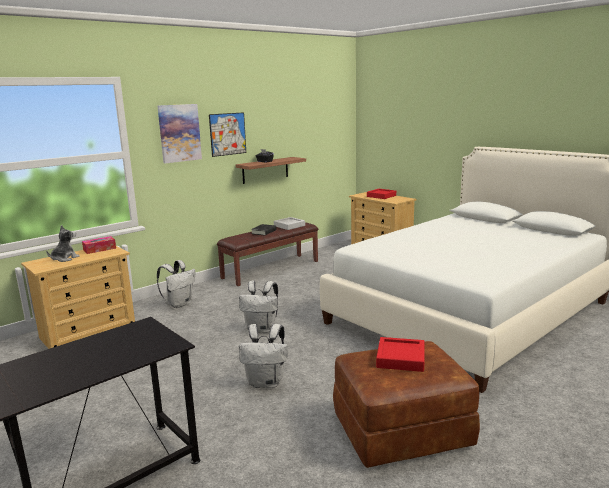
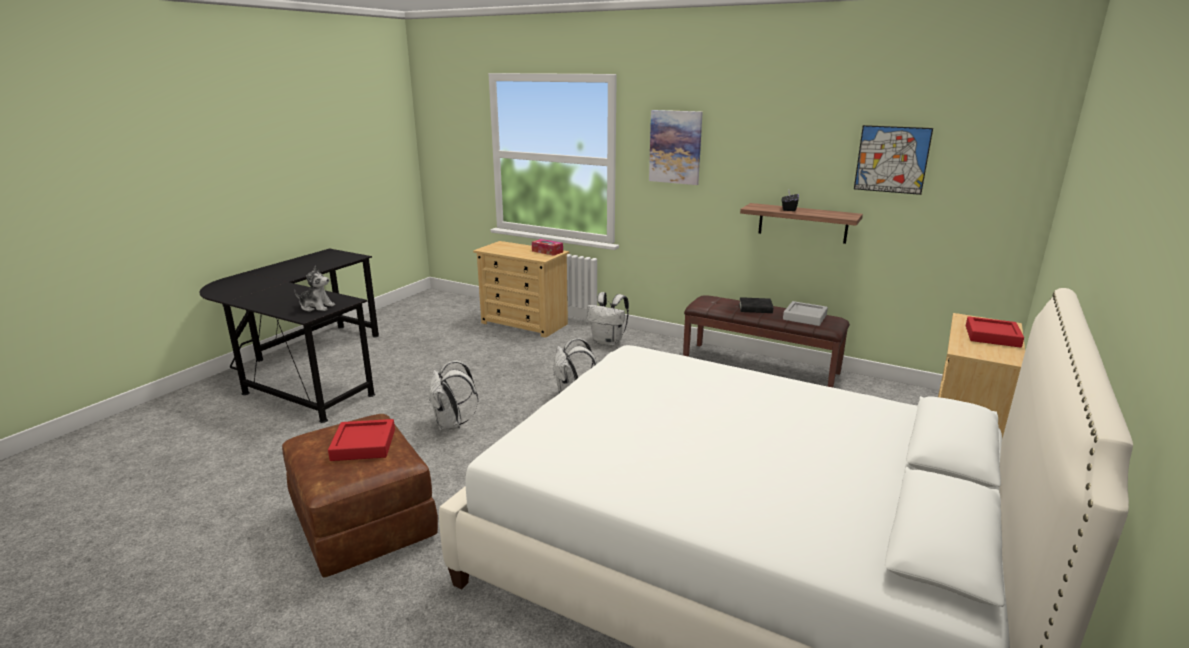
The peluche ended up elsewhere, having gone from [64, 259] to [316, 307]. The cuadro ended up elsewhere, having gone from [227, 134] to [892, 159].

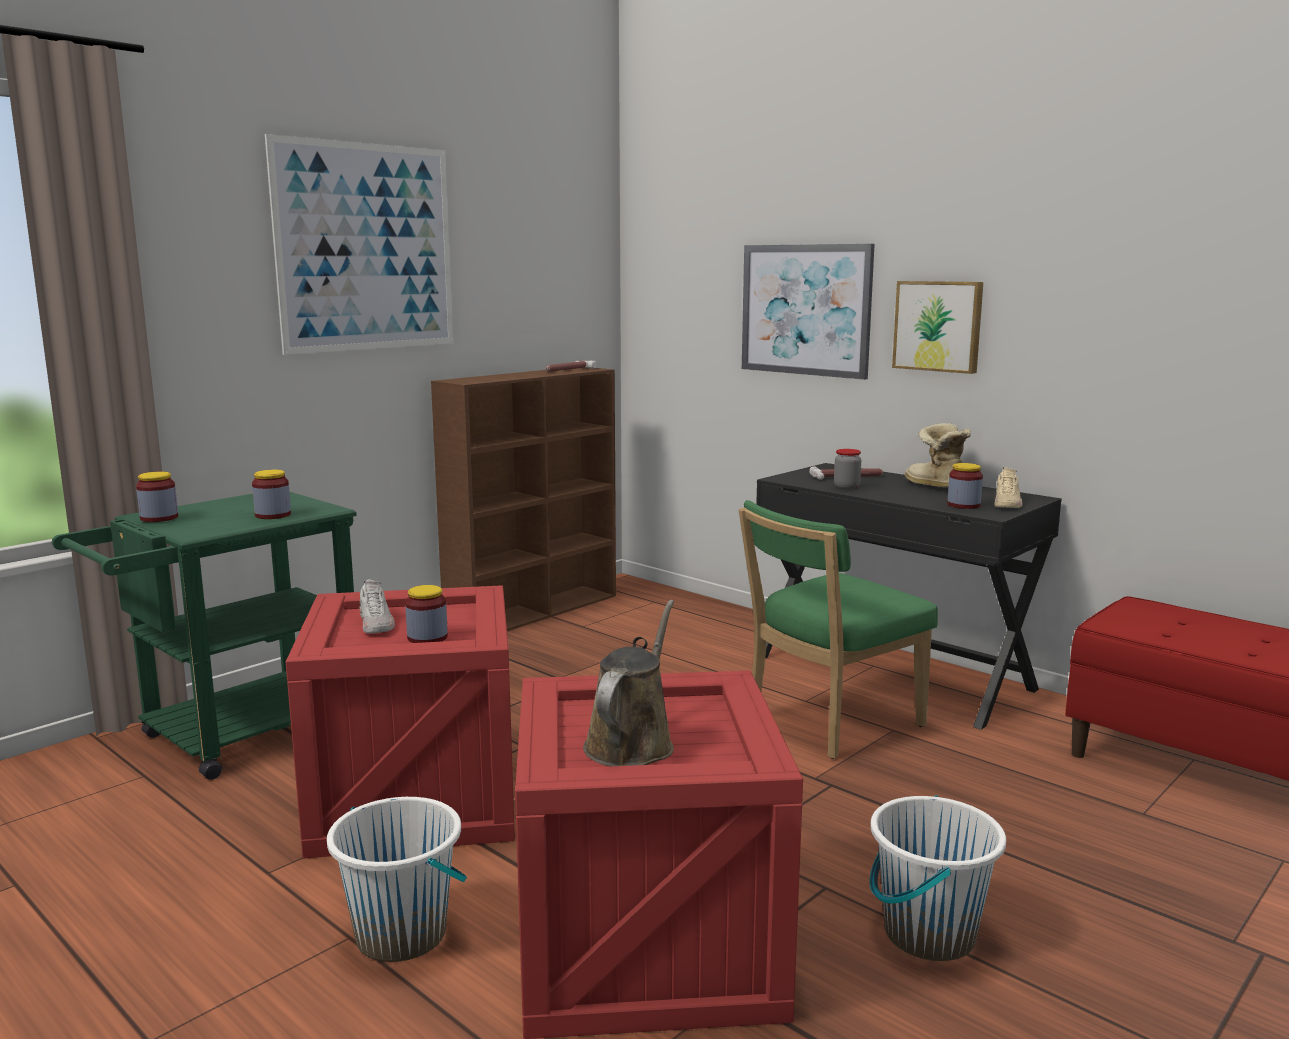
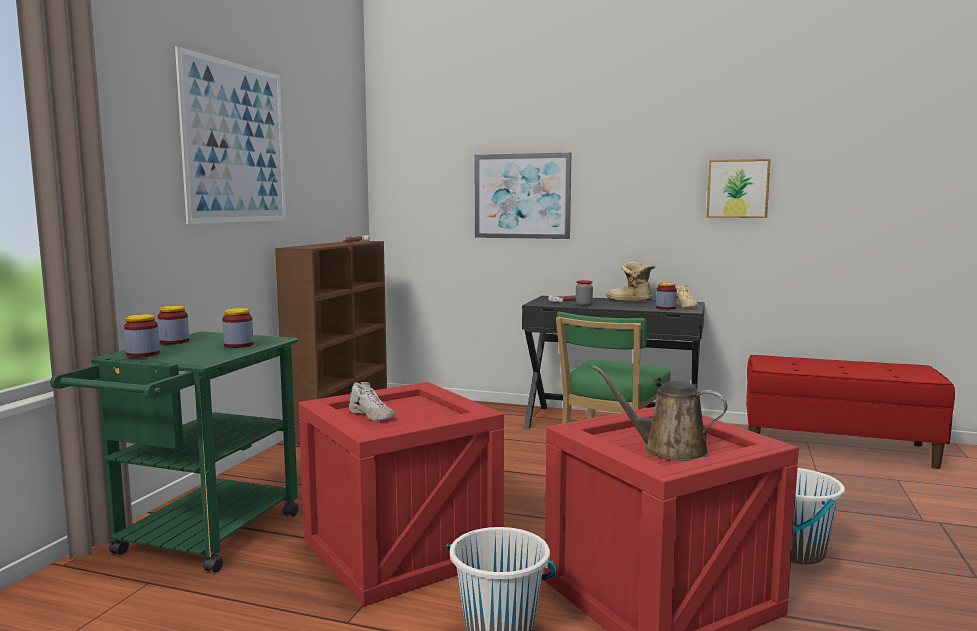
The tarro ended up elsewhere, having gone from [427, 638] to [174, 341]. The cuadro ended up elsewhere, having gone from [938, 326] to [737, 188]. The regadera/marrón at [632, 743] ended up facing another way, 60 degrees counterclockwise from before.

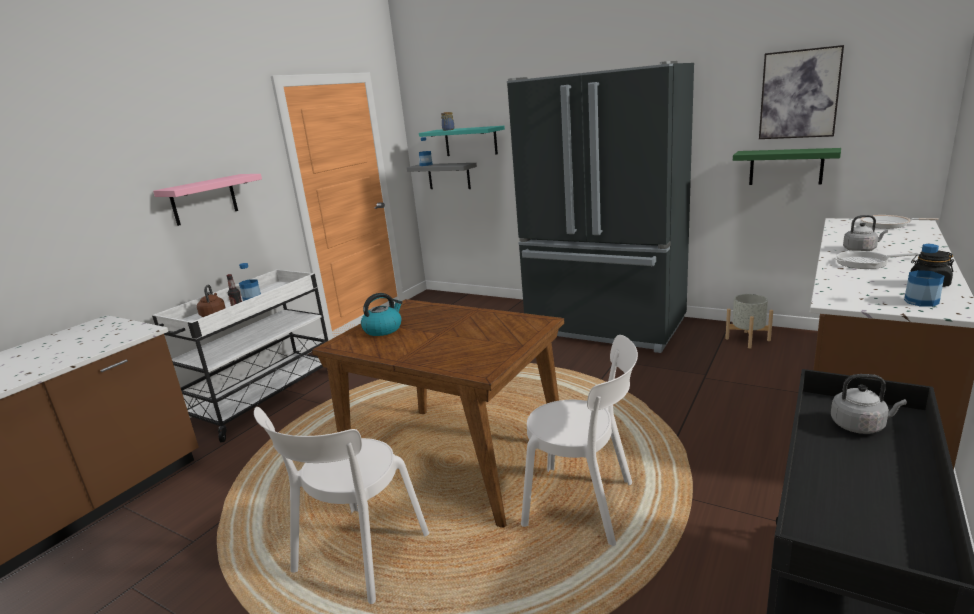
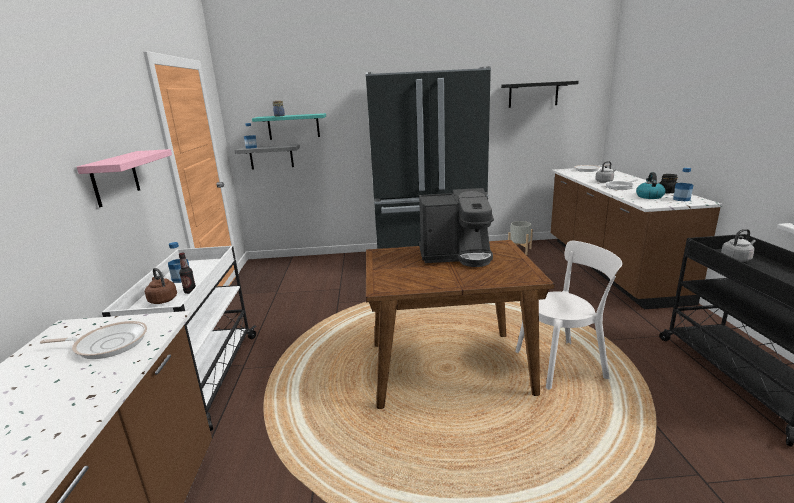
The second view lost the silla/blanco at [357, 557]. The second view lost the estante/verde at [786, 167]. The second view gained the sartén at [108, 344]. The second view gained the cafetera at [456, 255]. The hervidor ended up elsewhere, having gone from [383, 329] to [649, 196]. Where the cuadro hung at [799, 94], the estante/negro came to hang at [533, 94].

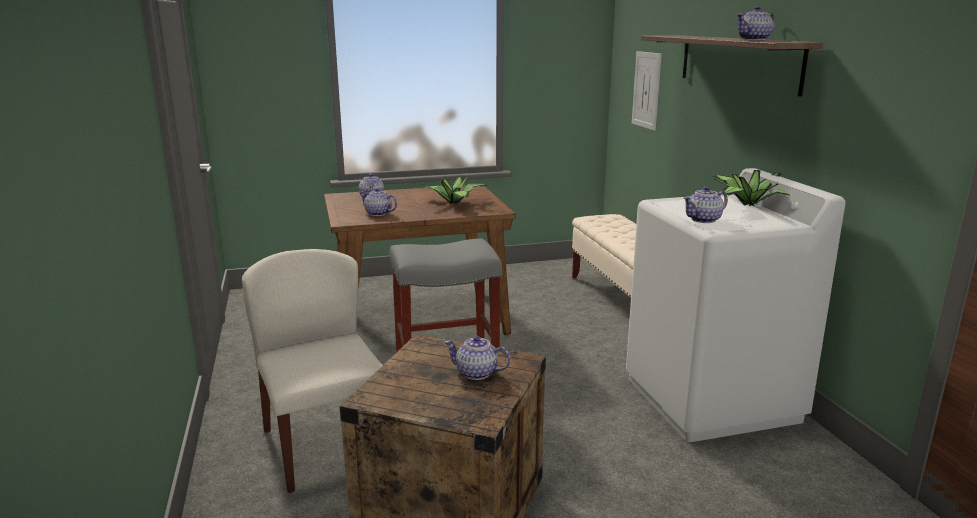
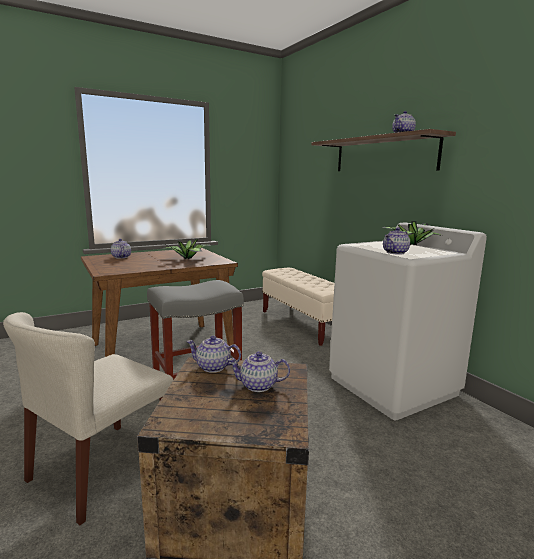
The second view lost the cuadro at [646, 90]. The tetera ended up elsewhere, having gone from [378, 213] to [213, 367]. The silla/beis at [324, 445] ended up facing another way, 105 degrees counterclockwise from before.

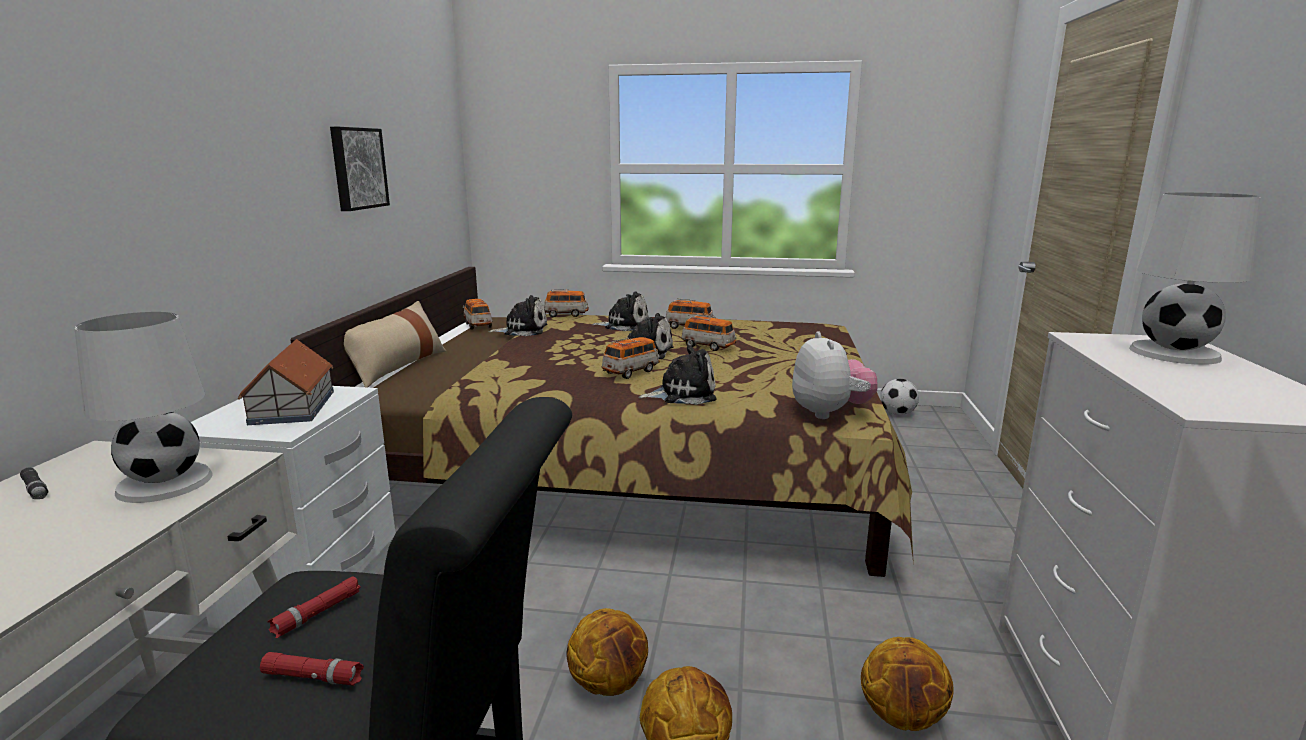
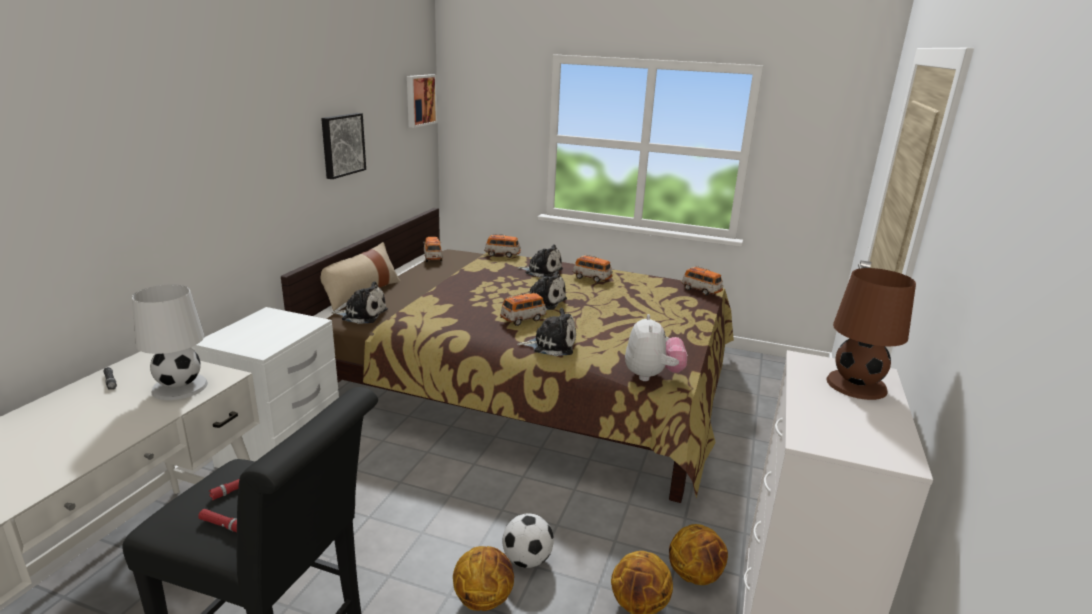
The second view lost the casita at [294, 406]. The second view gained the cuadro at [420, 100]. The peluche ended up elsewhere, having gone from [523, 330] to [362, 314]. The balón de baloncesto ended up elsewhere, having gone from [609, 684] to [695, 575]. The coche de juguete ended up elsewhere, having gone from [708, 346] to [701, 291]. The balón de fútbol ended up elsewhere, having gone from [897, 414] to [527, 560]. What was the lámpara de mesa/blanco at [1173, 353] turned into the lámpara de mesa/marrón at [855, 385].

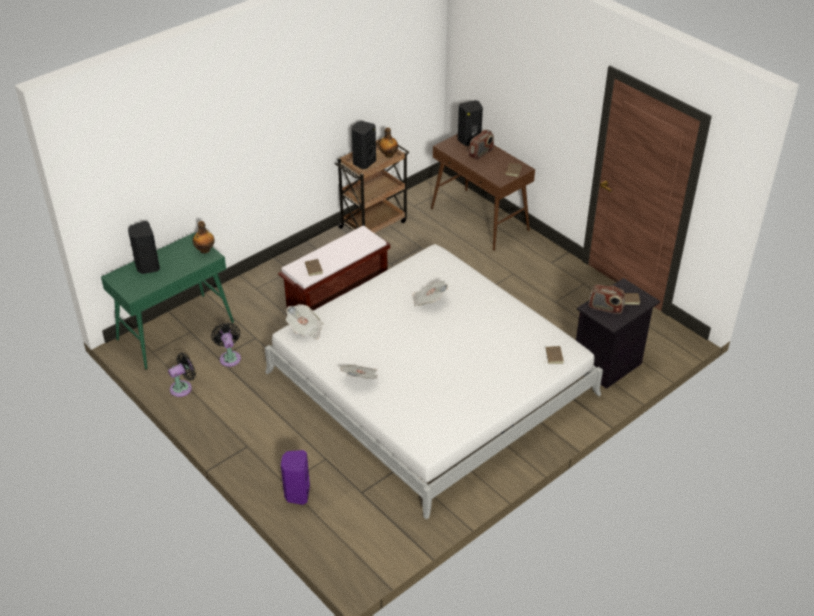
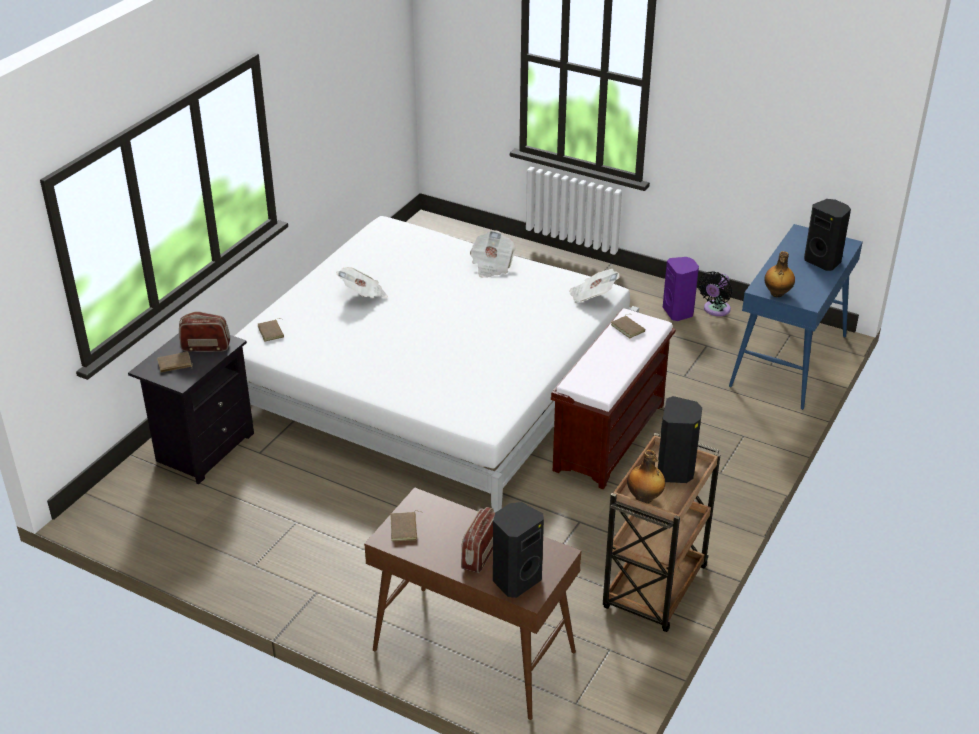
The second view lost the ventilador/negro at [229, 357]. The altavoz/morado ended up elsewhere, having gone from [297, 494] to [679, 312]. The periódico ended up elsewhere, having gone from [428, 300] to [363, 294]. What was the mesa consola/verde at [176, 330] turned into the mesa consola/azul at [789, 362].

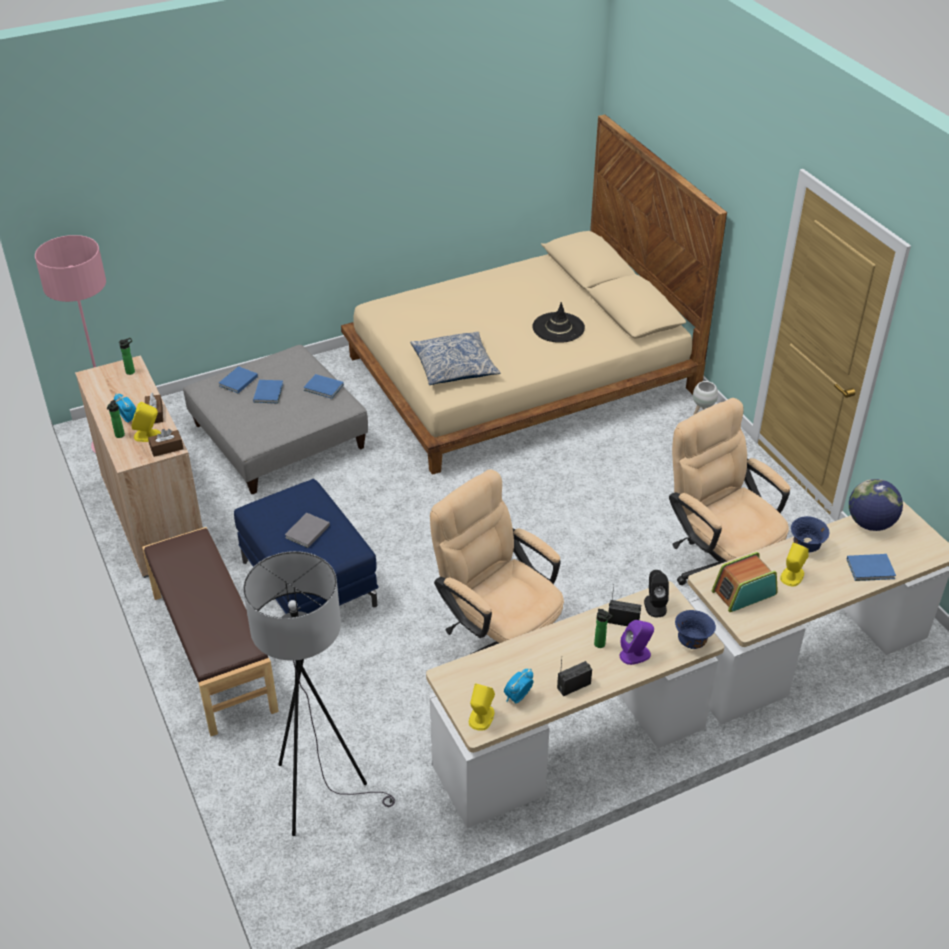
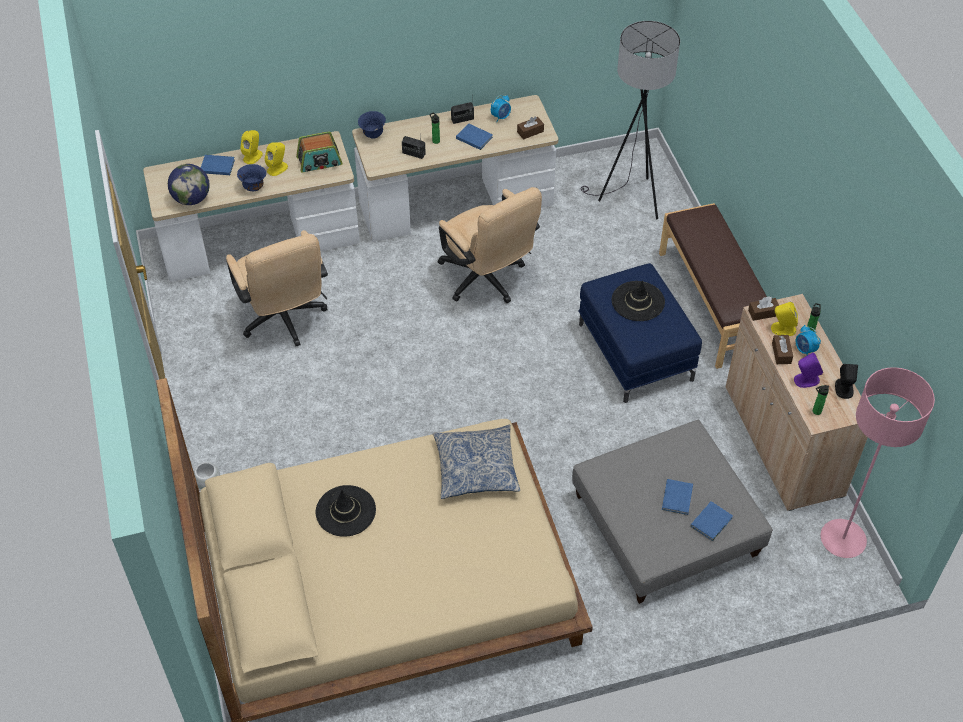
The second view gained the caja de pañuelos/marrón at [530, 132]. The libro/azul ended up elsewhere, having gone from [324, 388] to [474, 137]. The altavoz/amarillo ended up elsewhere, having gone from [481, 717] to [253, 156]. The altavoz/morado ended up elsewhere, having gone from [635, 654] to [806, 380]. The altavoz/negro ended up elsewhere, having gone from [655, 605] to [844, 388]. Where the libro/gris stood at [306, 532], the sombrero/negro came to stand at [638, 301].

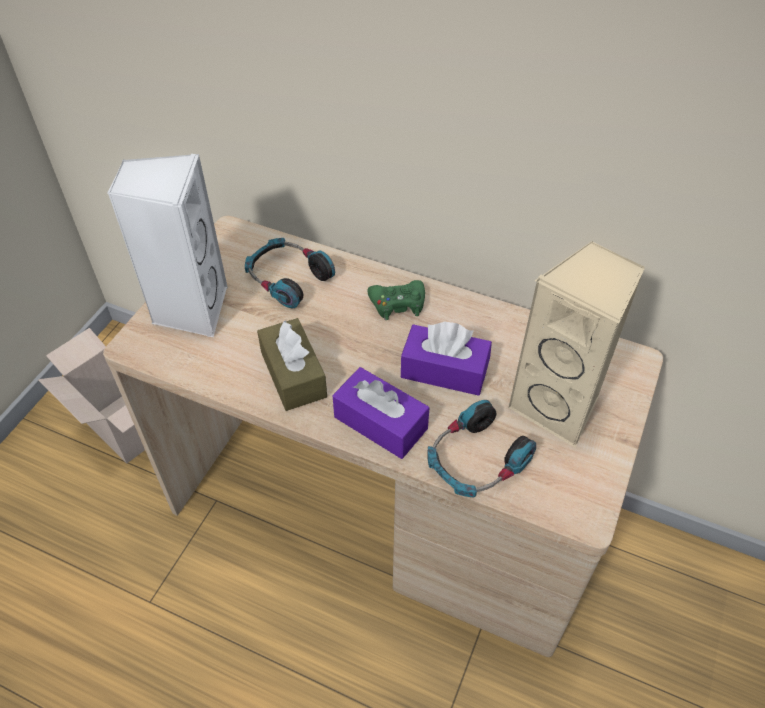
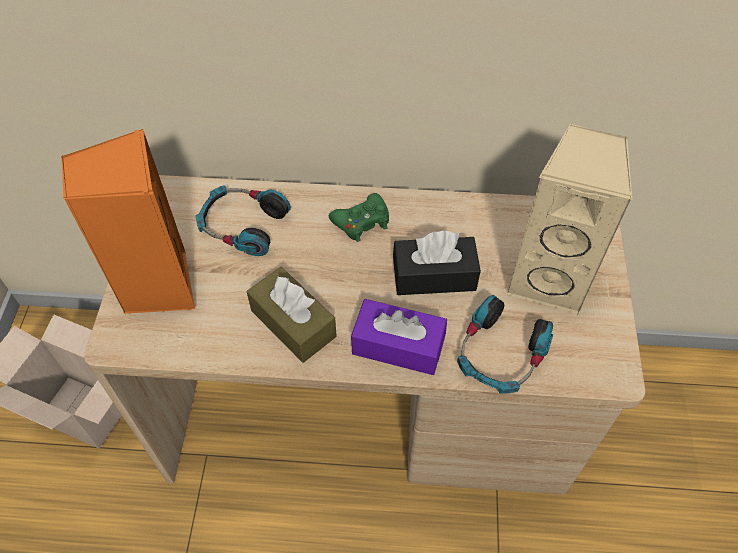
What was the altavoz/blanco at [190, 309] turned into the altavoz/naranja at [157, 286]. What was the caja de pañuelos/morado at [444, 370] turned into the caja de pañuelos/negro at [434, 276].

